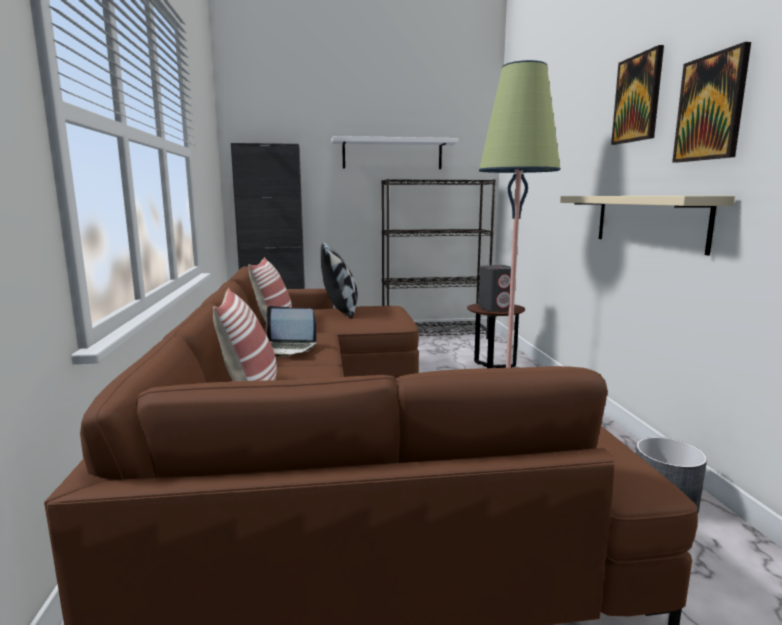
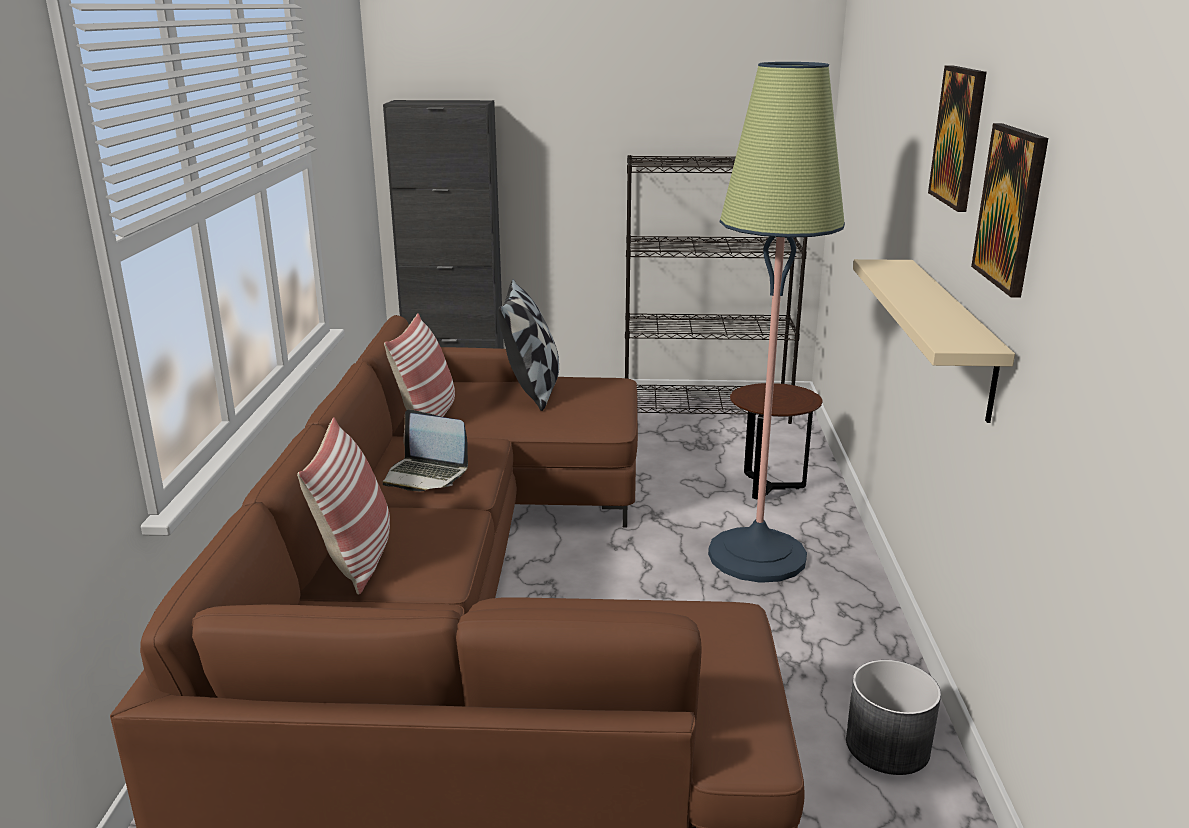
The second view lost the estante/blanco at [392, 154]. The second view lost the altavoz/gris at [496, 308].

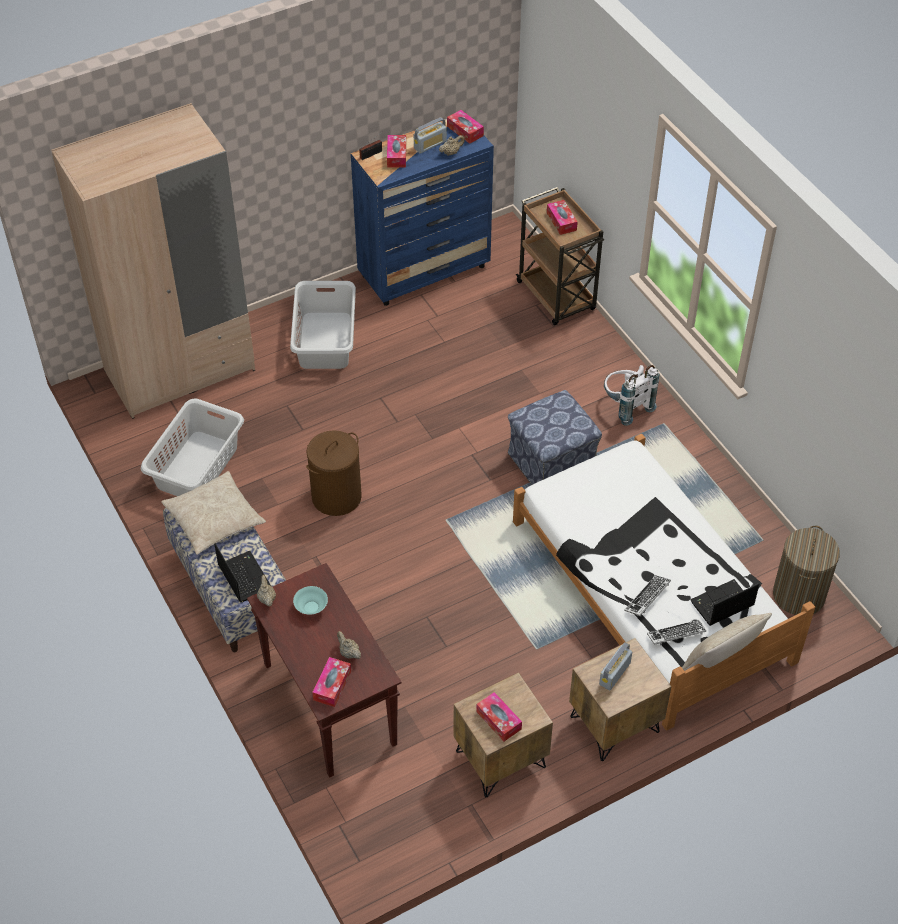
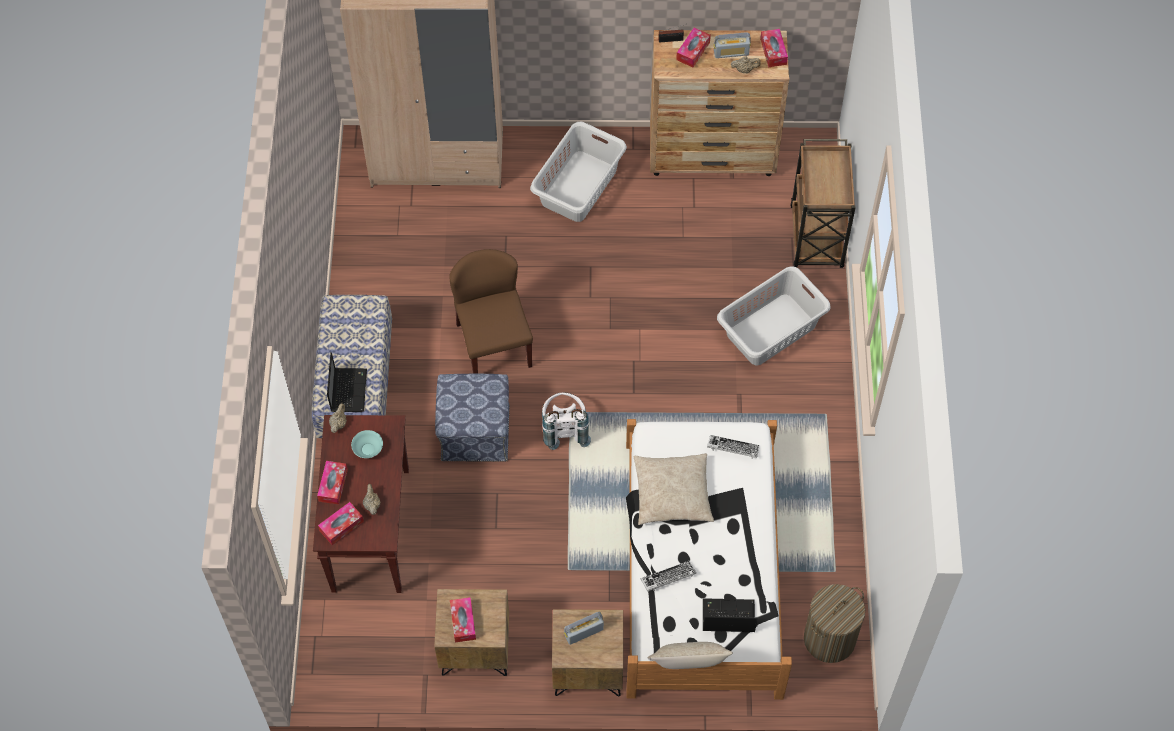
The cesto de la ropa/gris ended up elsewhere, having gone from [198, 466] to [771, 330]. The cojín/beis ended up elsewhere, having gone from [214, 519] to [672, 493]. The puf ended up elsewhere, having gone from [551, 463] to [474, 433]. The caja de pañuelos ended up elsewhere, having gone from [561, 221] to [333, 485]. The mochila/blanco ended up elsewhere, having gone from [625, 407] to [564, 429]. The teclado ended up elsewhere, having gone from [676, 635] to [733, 448]. Where the cesto de la ropa/marrón stood at [336, 496], the silla/marrón came to stand at [493, 344]. What was the cómoda/azul at [425, 271] turned into the cómoda/marrón at [713, 155].

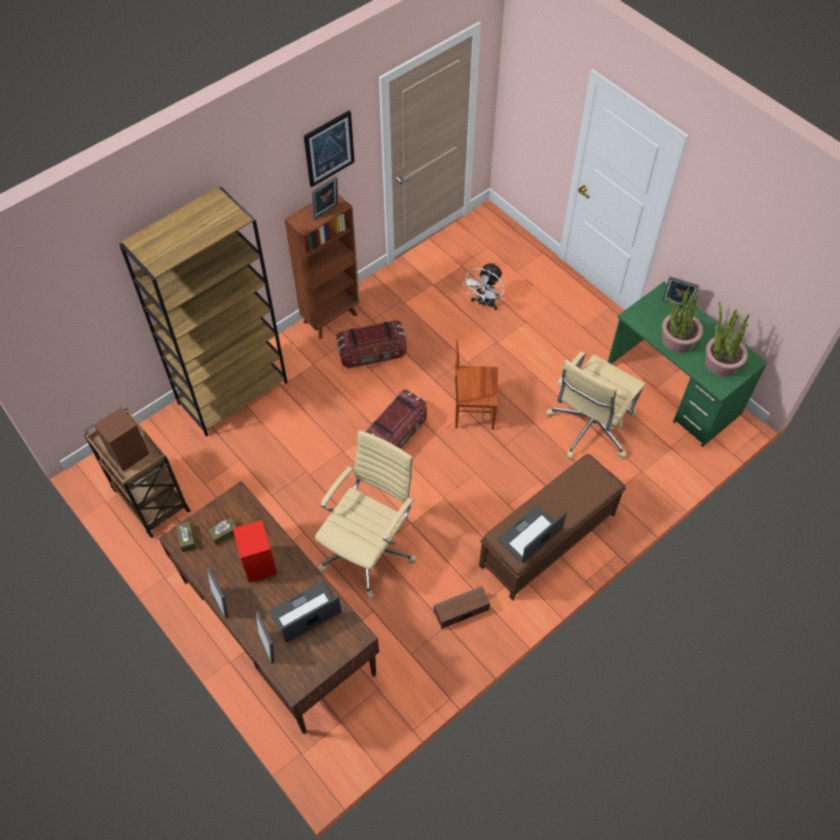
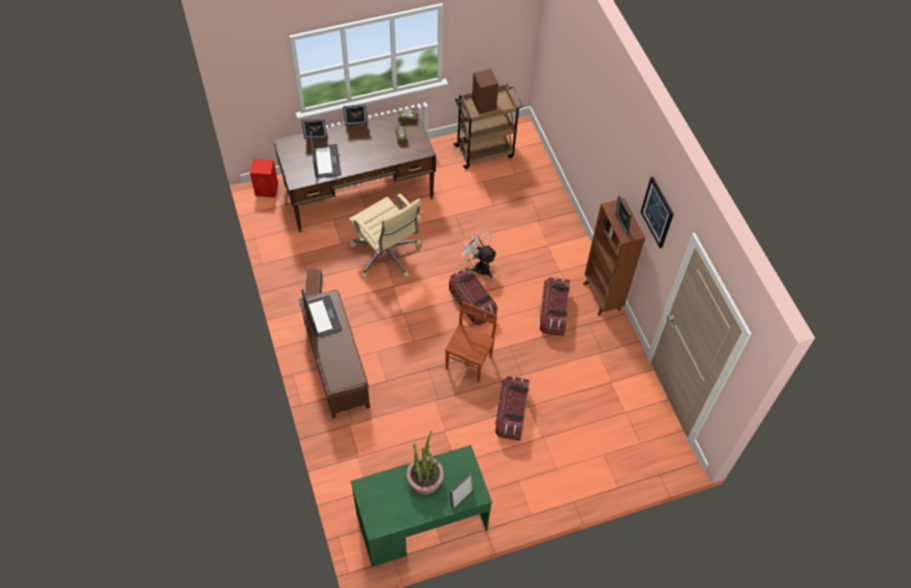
The second view lost the estantería/marrón at [233, 392]. The second view lost the silla de oficina/beis at [589, 428]. The second view lost the planta en maceta at [721, 362]. The second view gained the caja de almacenaje at [511, 414]. The altavoz/rojo ended up elsewhere, having gone from [259, 563] to [267, 189]. The ventilador/blanco ended up elsewhere, having gone from [484, 303] to [479, 266].

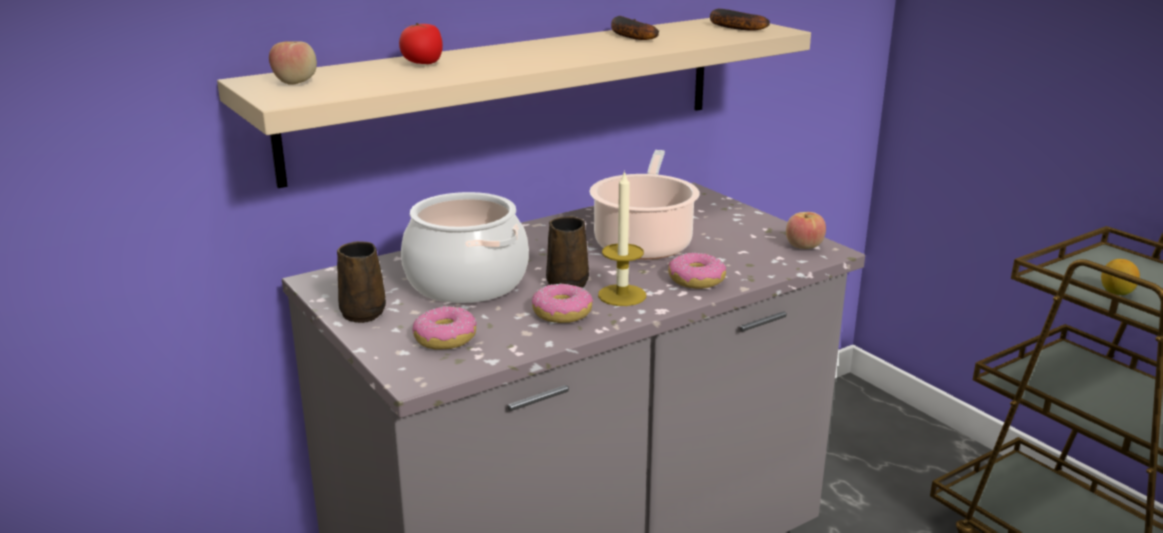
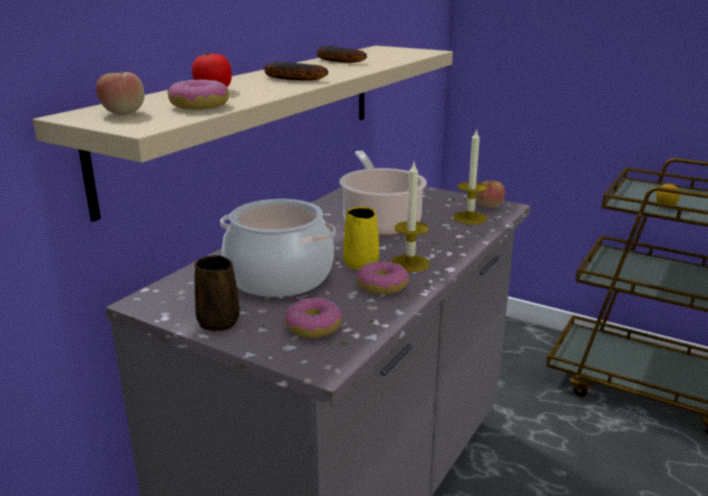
The second view gained the vela at [469, 218]. The rosquilla ended up elsewhere, having gone from [696, 280] to [199, 106]. The plátano ended up elsewhere, having gone from [731, 26] to [288, 78]. What was the taza grande/marrón at [568, 283] turned into the taza grande/amarillo at [361, 262].

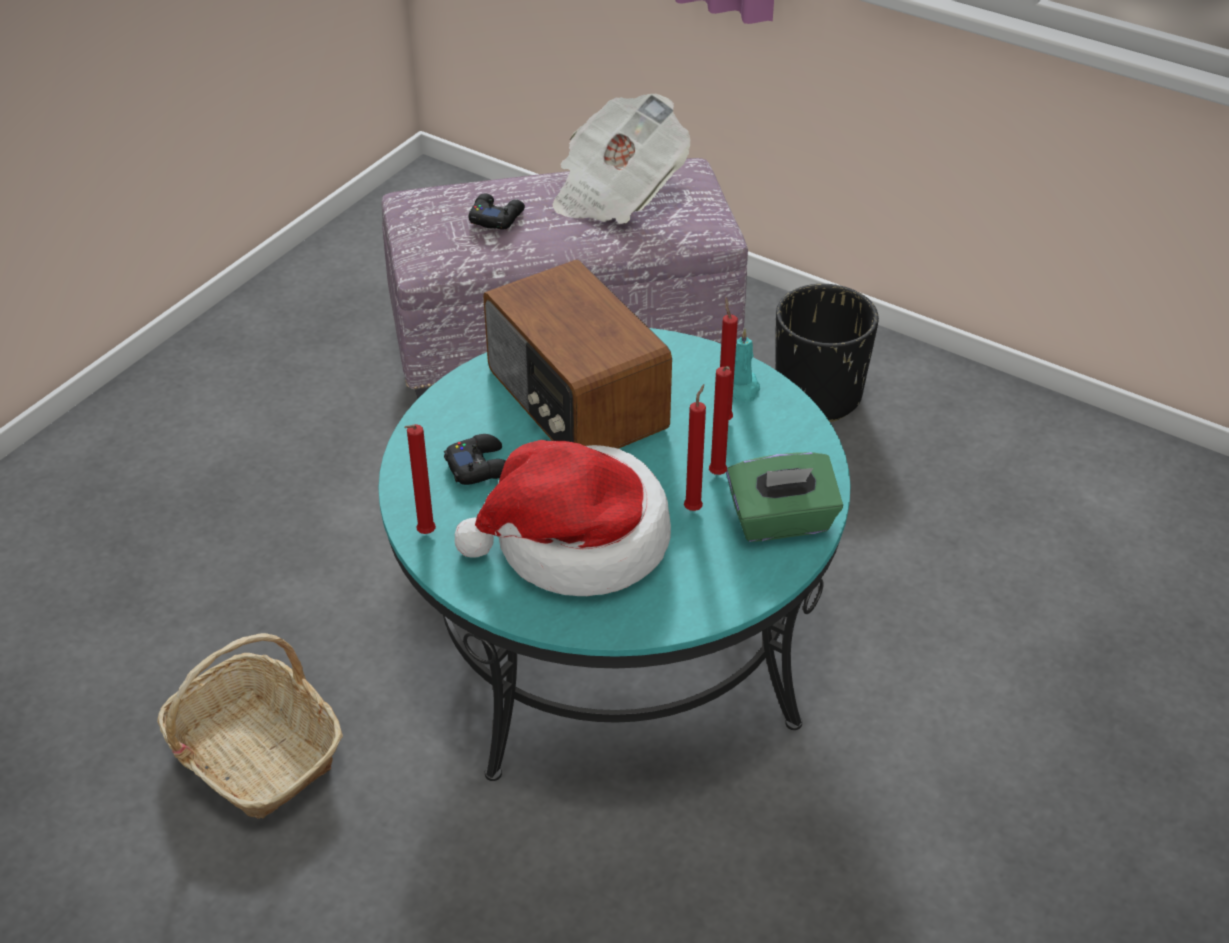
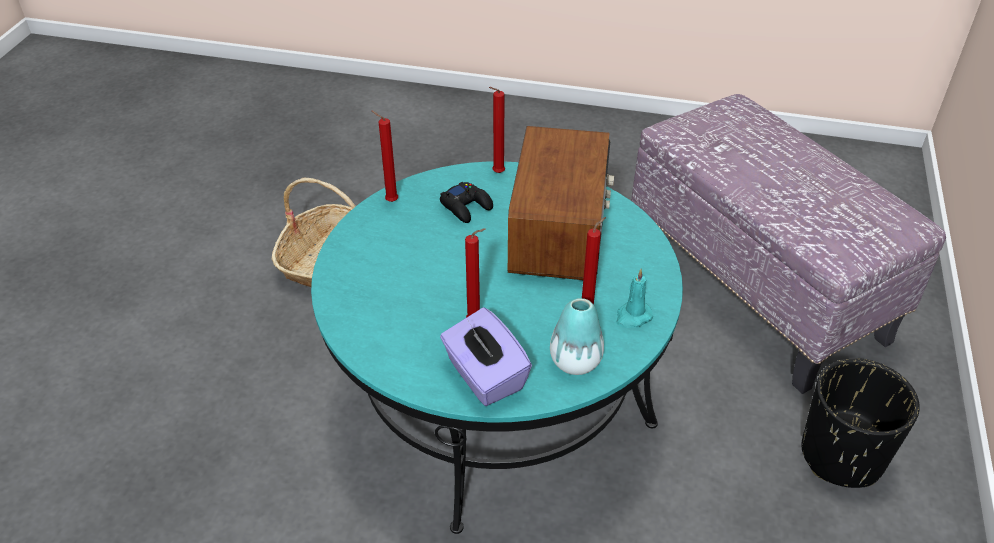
The second view lost the sombrero at [576, 542]. The second view lost the mando de consola/negro at [496, 217]. The second view lost the periódico at [616, 192]. The second view gained the florero at [575, 362]. The vela/rojo ended up elsewhere, having gone from [718, 476] to [496, 173]. What was the caja de pañuelos/verde at [781, 522] turned into the caja de pañuelos/morado at [484, 376]. The radio at [574, 401] ended up facing another way, 150 degrees clockwise from before.

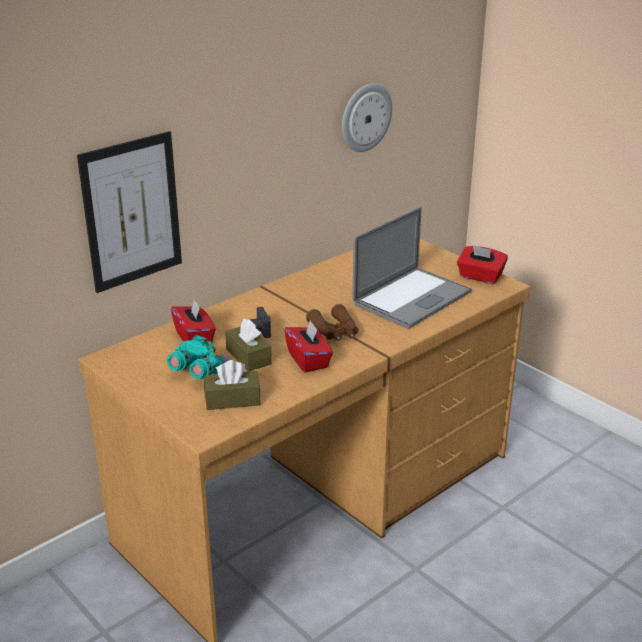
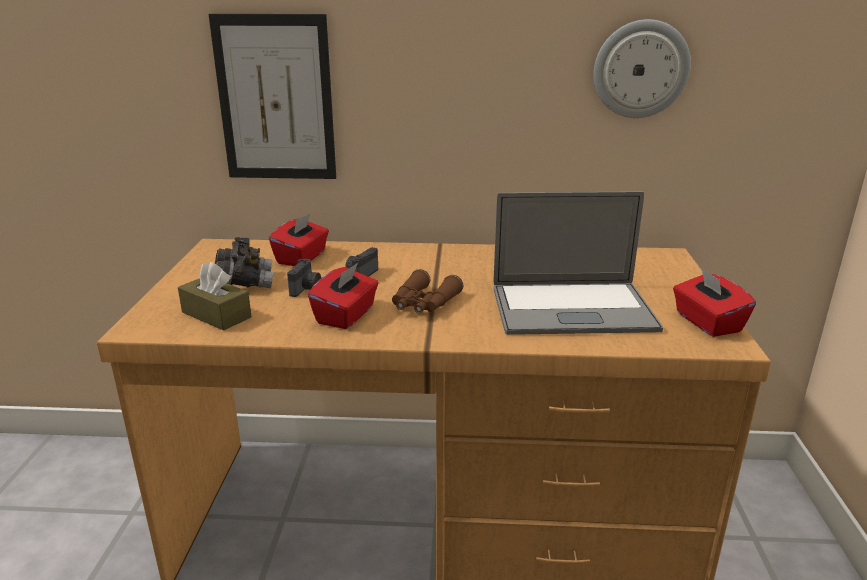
Where the caja de pañuelos/marrón stood at [248, 356], the cámara came to stand at [306, 289]. What was the prismáticos/turquesa at [198, 373] turned into the prismáticos/gris at [244, 283].

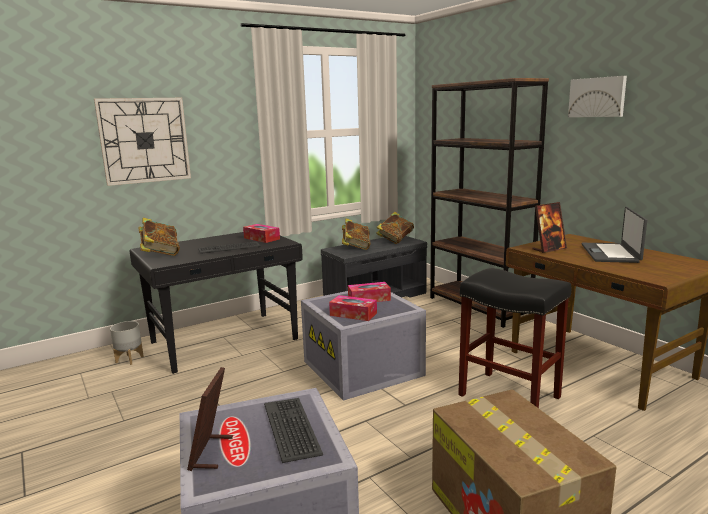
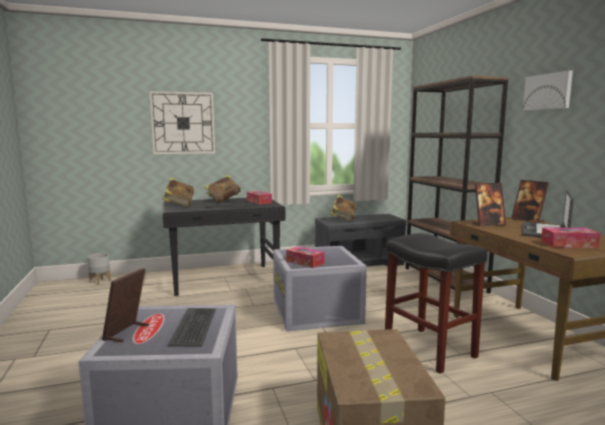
The second view gained the portarretratos at [527, 220]. The maceta/gris ended up elsewhere, having gone from [130, 359] to [100, 281]. The caja de pañuelos ended up elsewhere, having gone from [369, 299] to [568, 244]. The libro ended up elsewhere, having gone from [395, 240] to [224, 201].

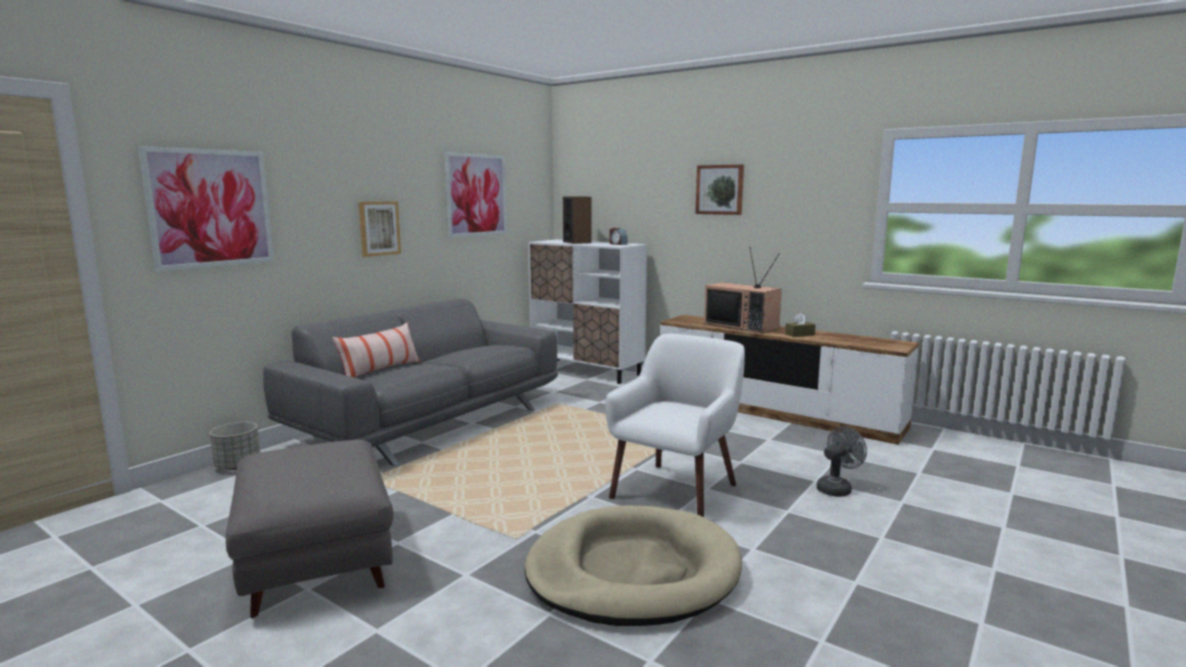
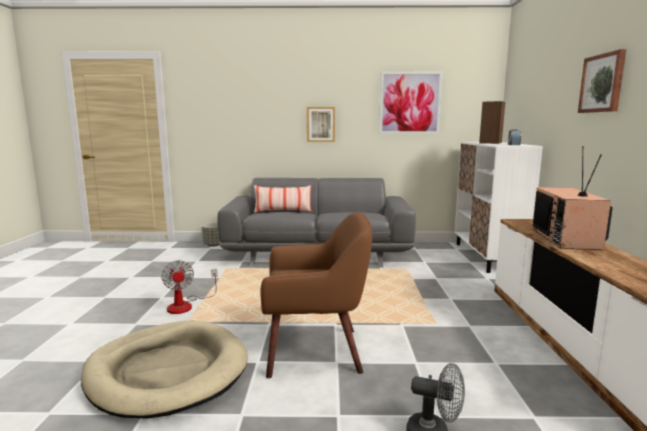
The second view lost the cuadro at [211, 208]. The second view lost the puf/gris at [315, 560]. The second view lost the caja de pañuelos/marrón at [799, 334]. The second view gained the ventilador at [186, 305]. What was the sillón/blanco at [676, 490] turned into the sillón/marrón at [316, 350].

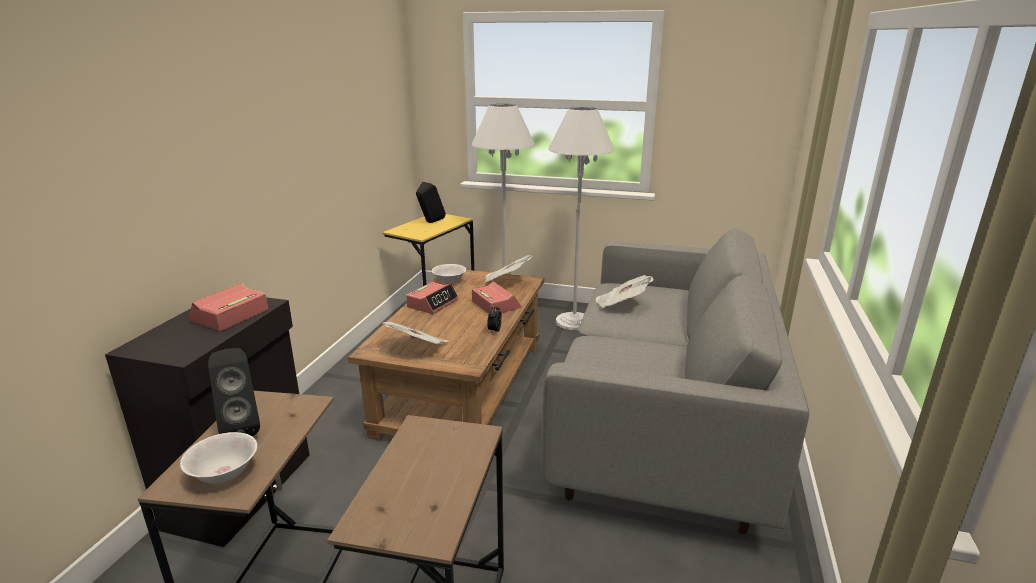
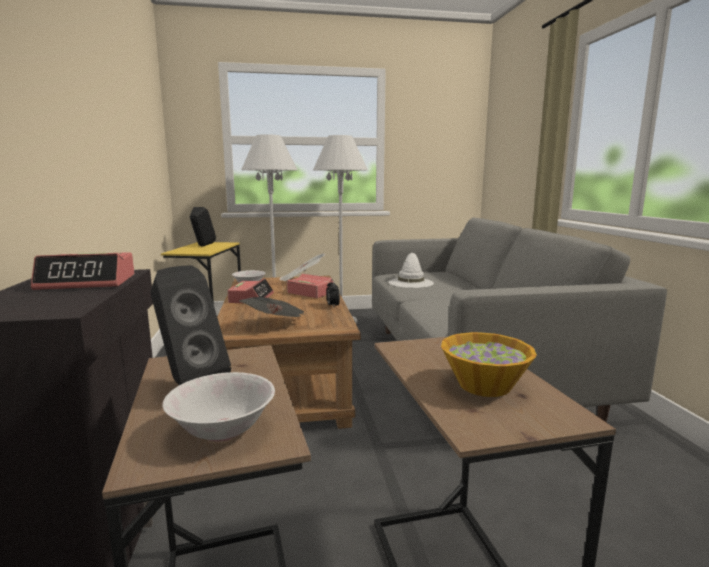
The second view gained the cuenco at [485, 385]. Where the periódico stood at [621, 305], the sombrero/blanco came to stand at [410, 282]. The despertador at [230, 316] ended up facing another way, 105 degrees counterclockwise from before.

